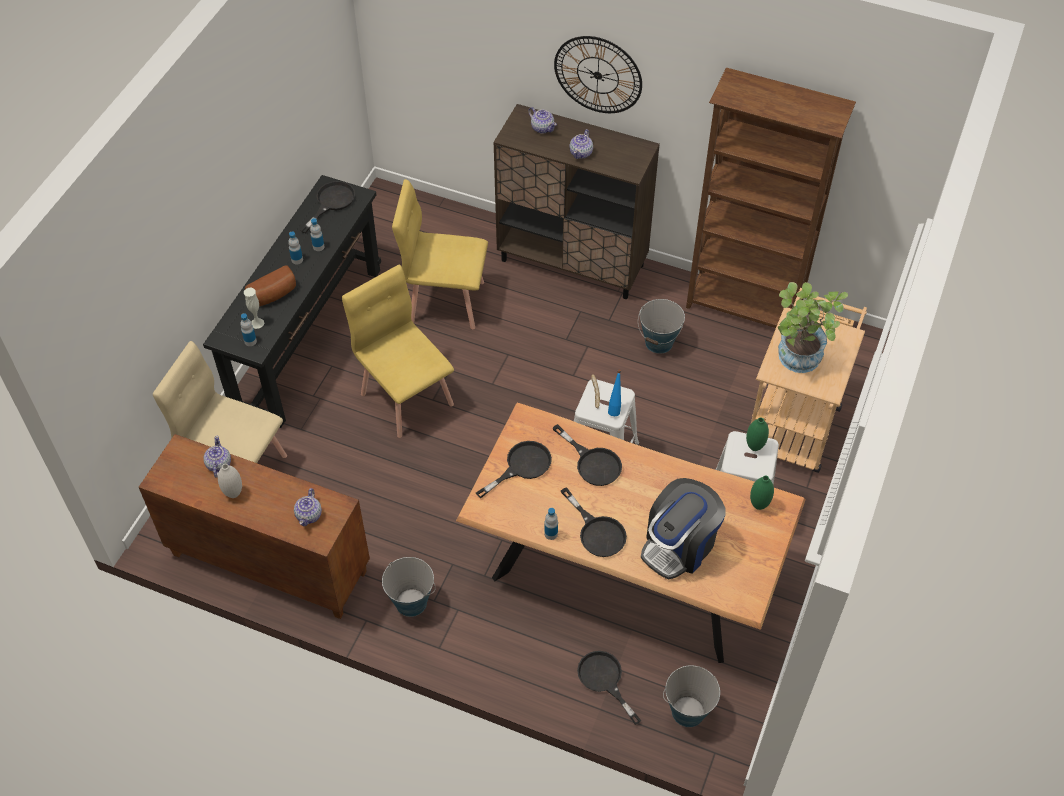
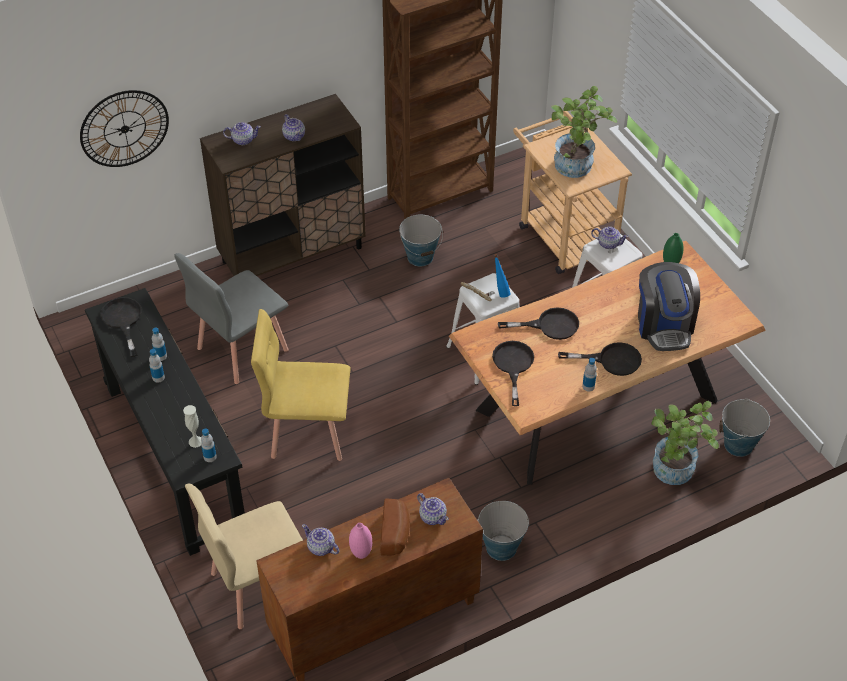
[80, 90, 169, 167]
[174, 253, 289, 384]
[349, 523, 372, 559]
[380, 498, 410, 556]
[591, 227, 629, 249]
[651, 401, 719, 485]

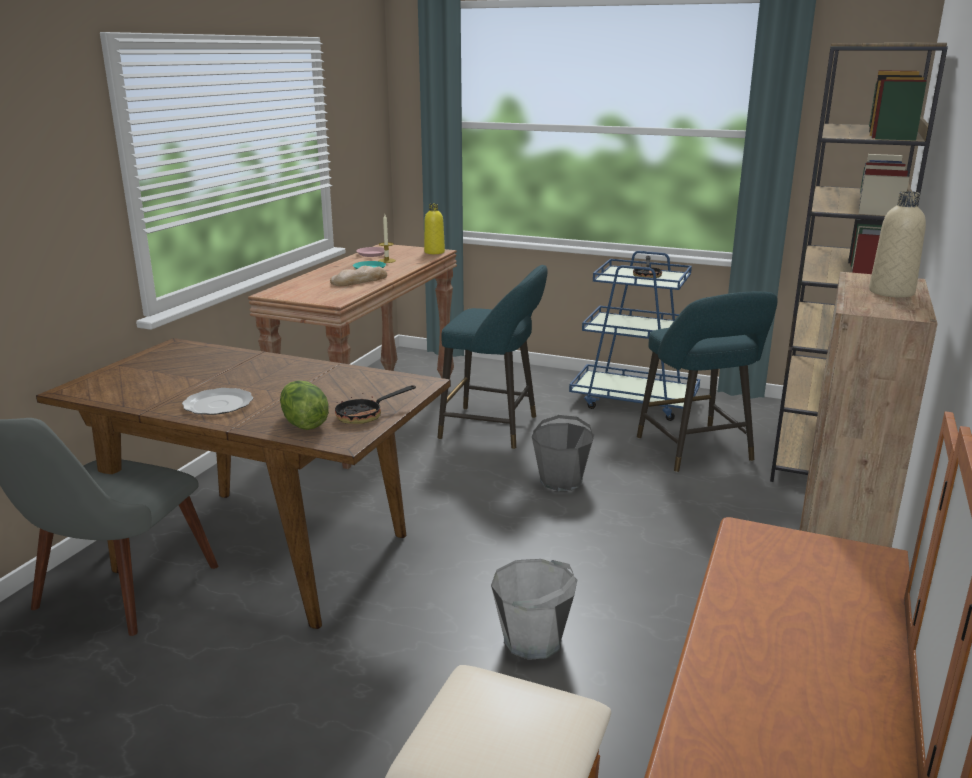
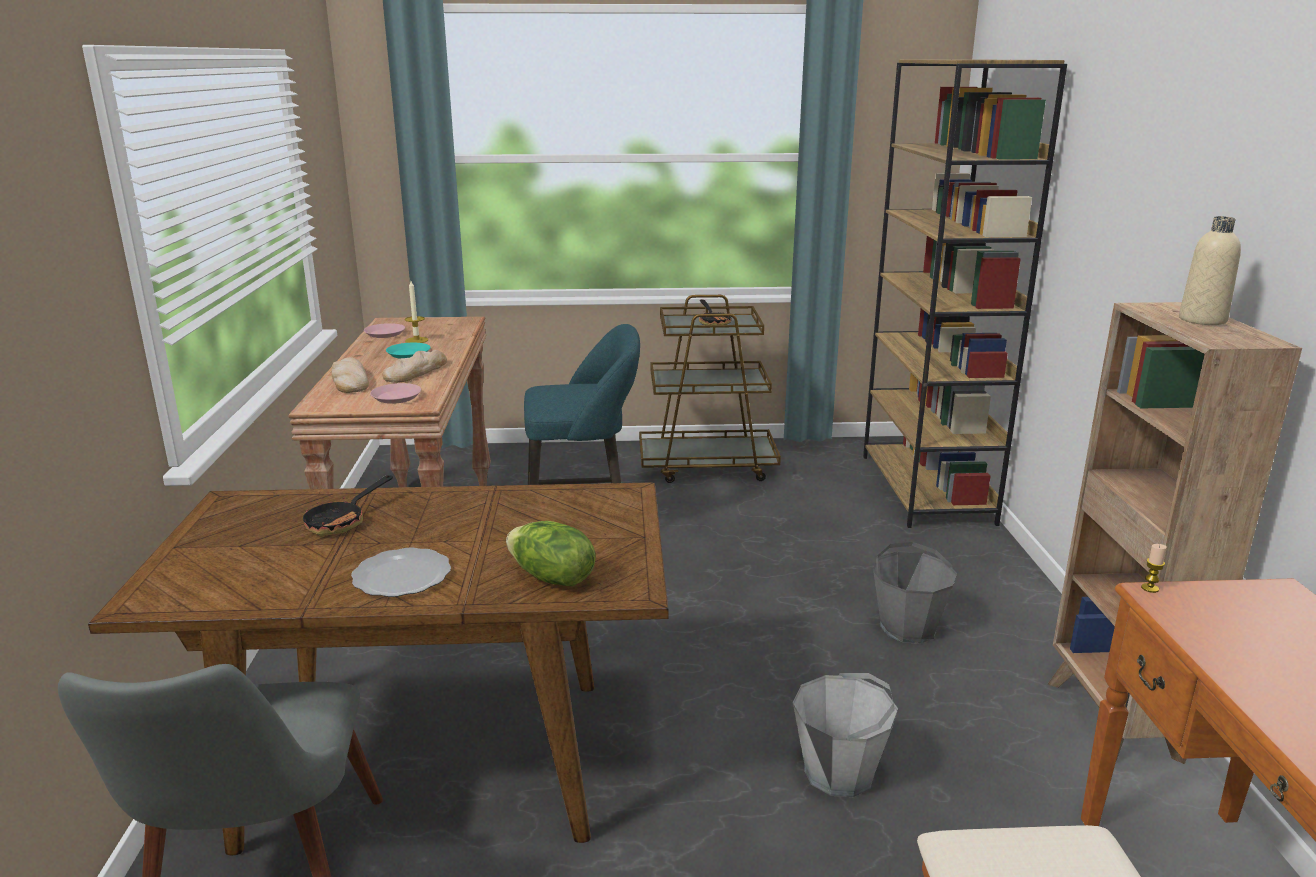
[302, 475, 393, 536]
[331, 357, 369, 393]
[370, 383, 421, 404]
[639, 295, 781, 483]
[873, 542, 957, 644]
[1141, 544, 1167, 593]
[424, 204, 445, 254] (first image)
[637, 292, 778, 472] (first image)

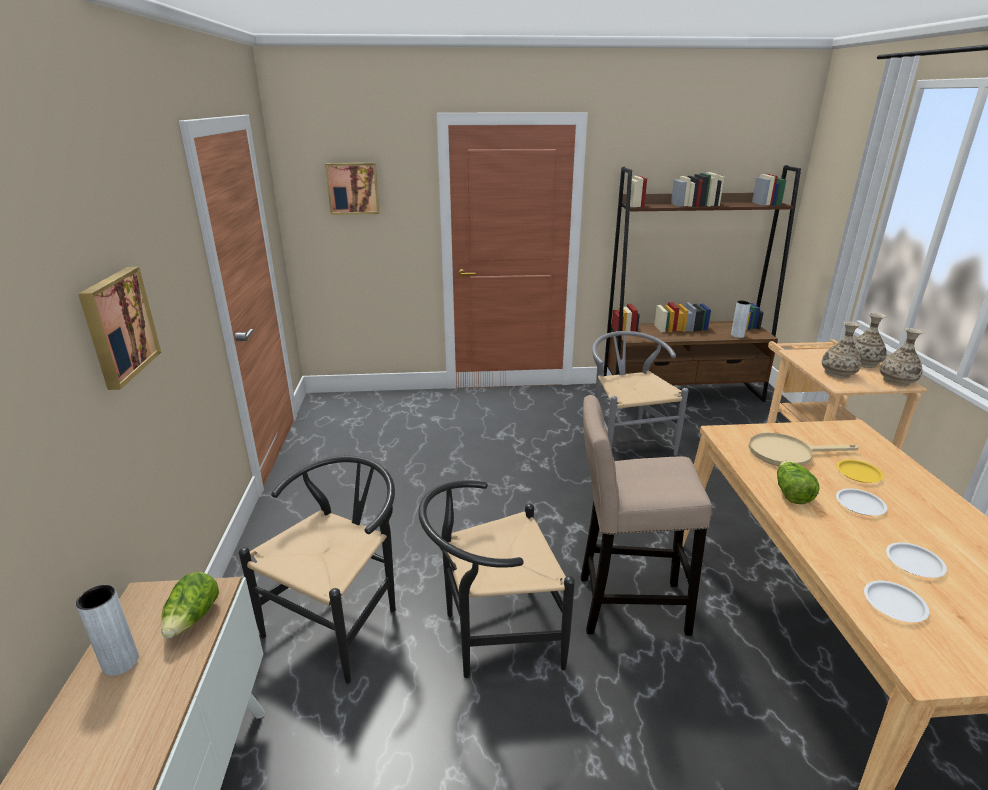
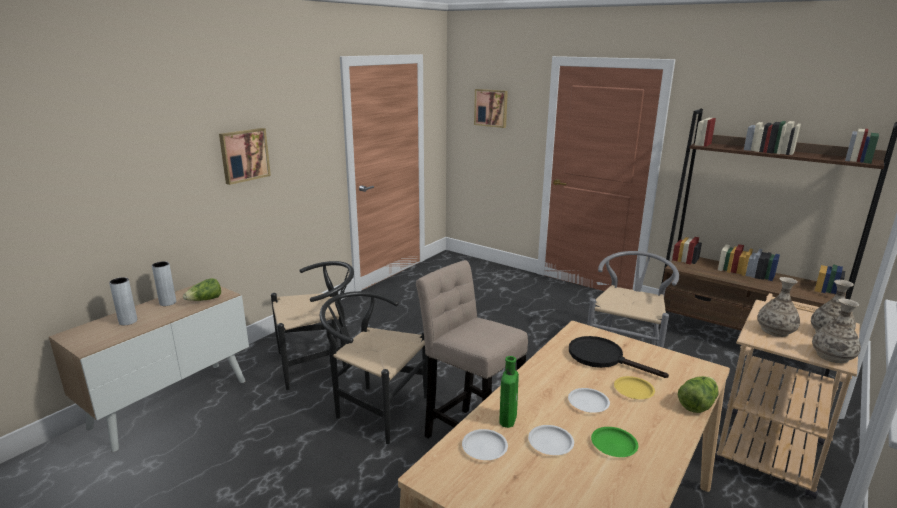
[109, 277, 137, 325]
[500, 356, 519, 428]
[569, 336, 669, 378]
[591, 427, 638, 457]
[678, 376, 718, 413]

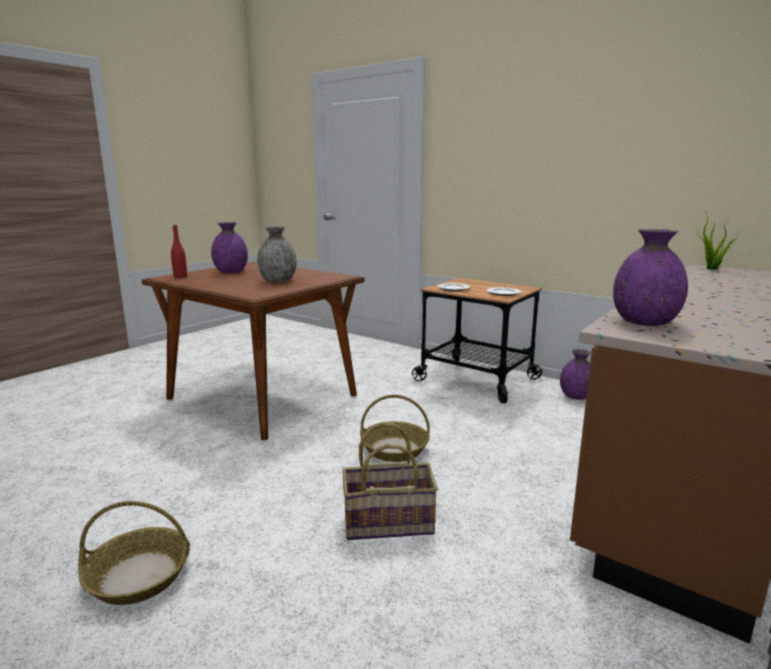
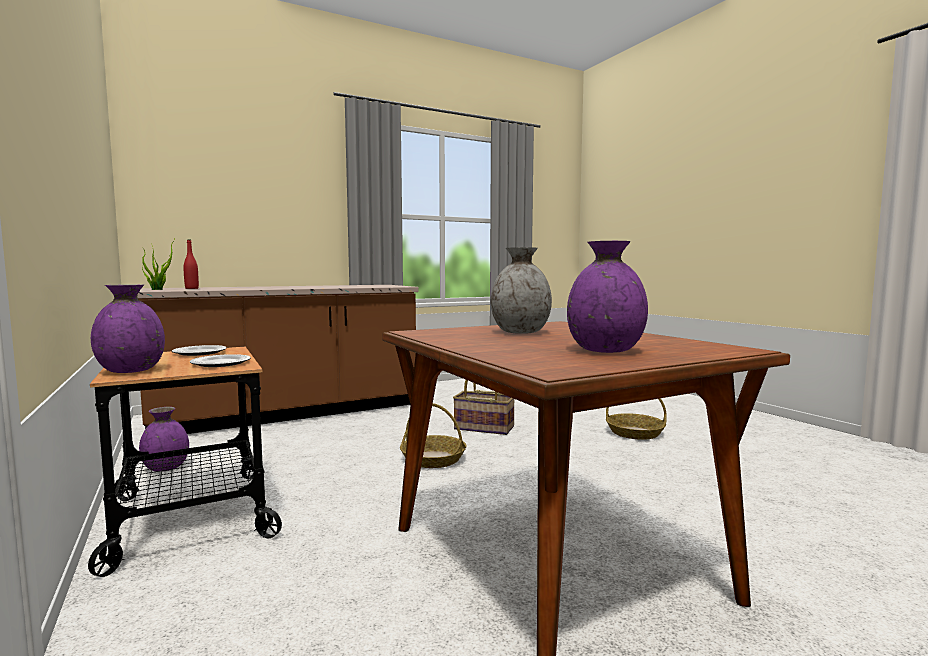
[91, 284, 165, 373]
[183, 239, 199, 289]

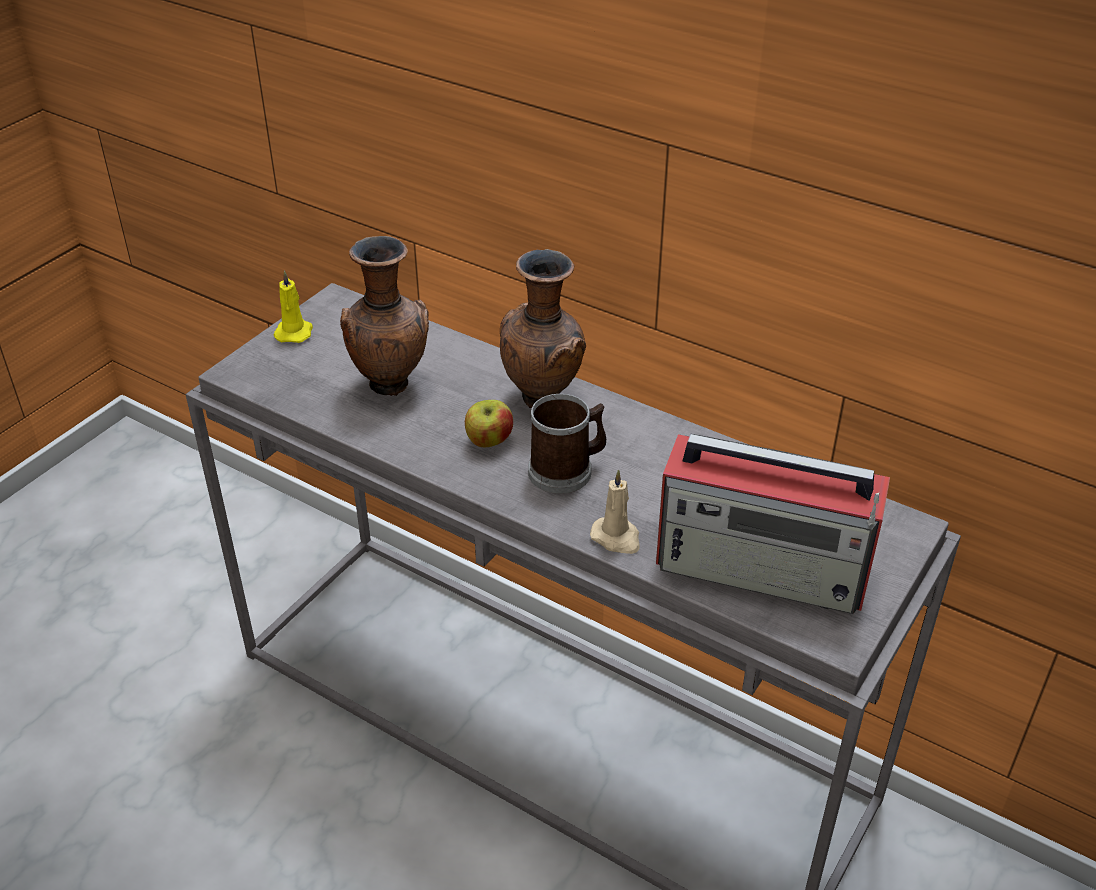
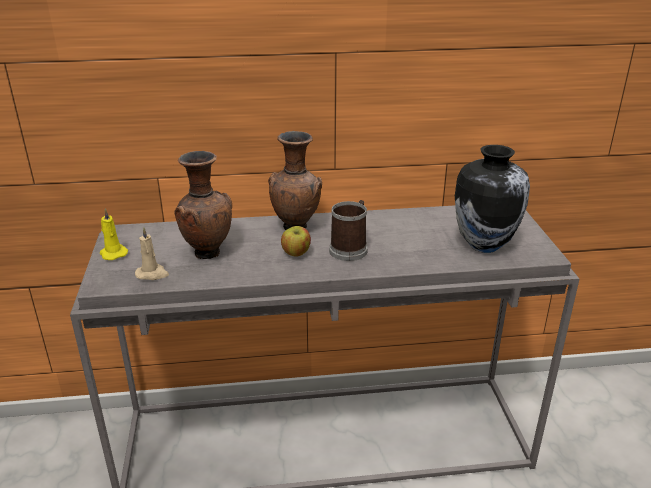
[135, 227, 169, 280]
[455, 145, 530, 253]

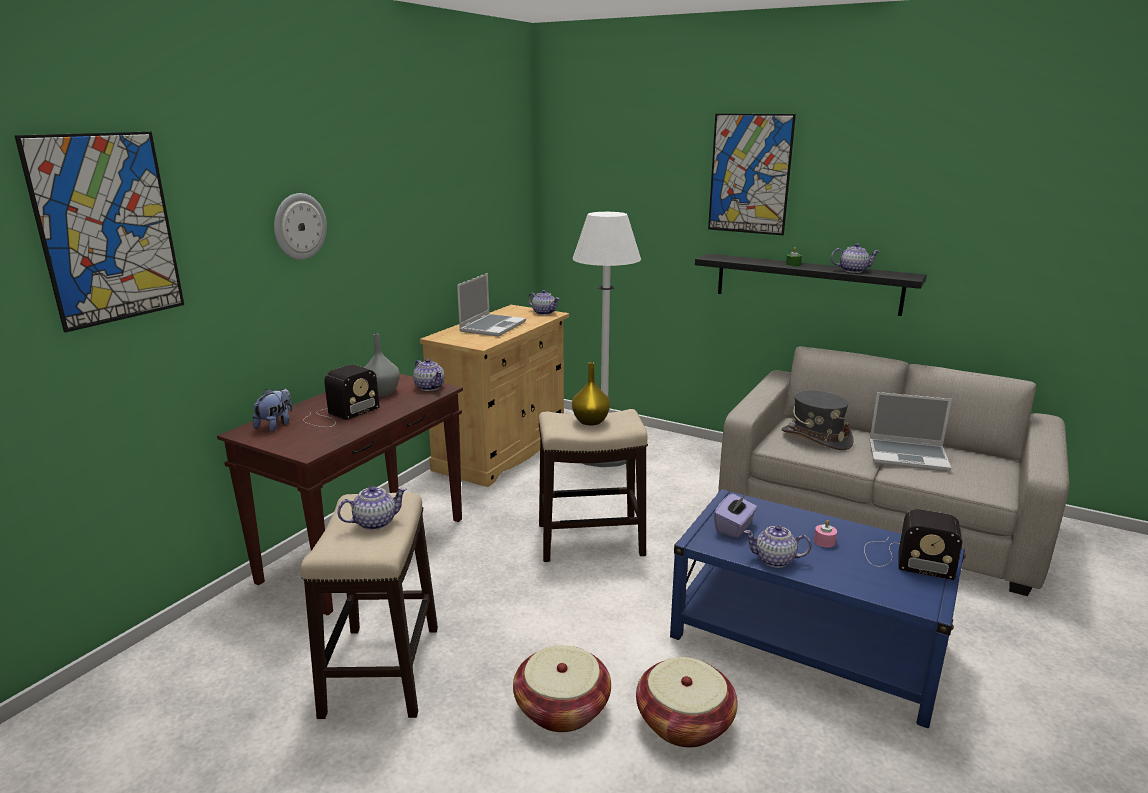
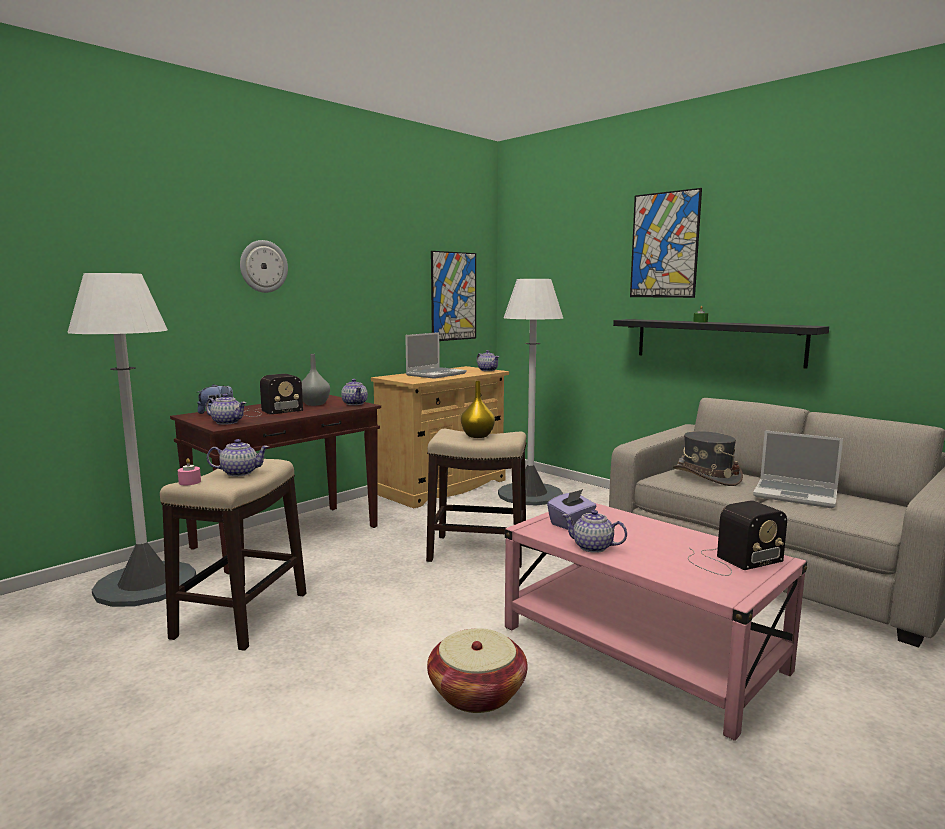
[67, 273, 196, 607]
[178, 458, 201, 485]
[205, 394, 246, 425]
[431, 251, 476, 341]
[505, 503, 807, 741]
[688, 501, 787, 576]
[513, 645, 611, 732] (first image)

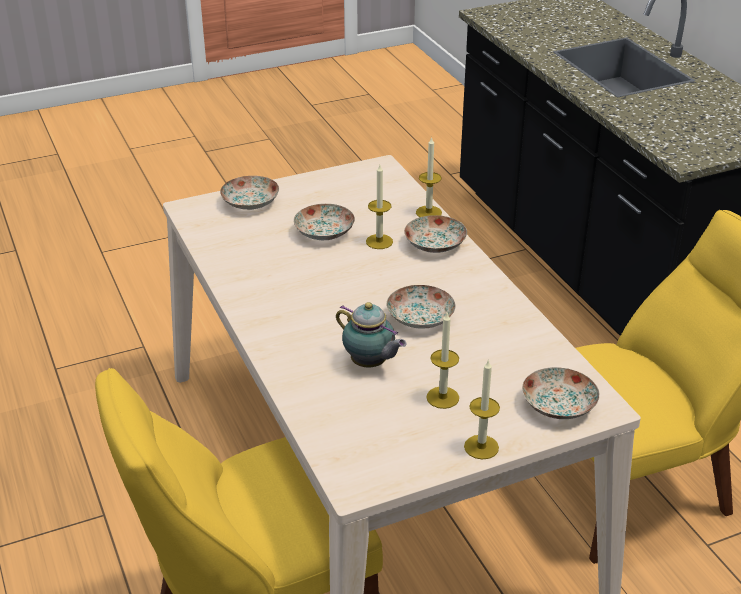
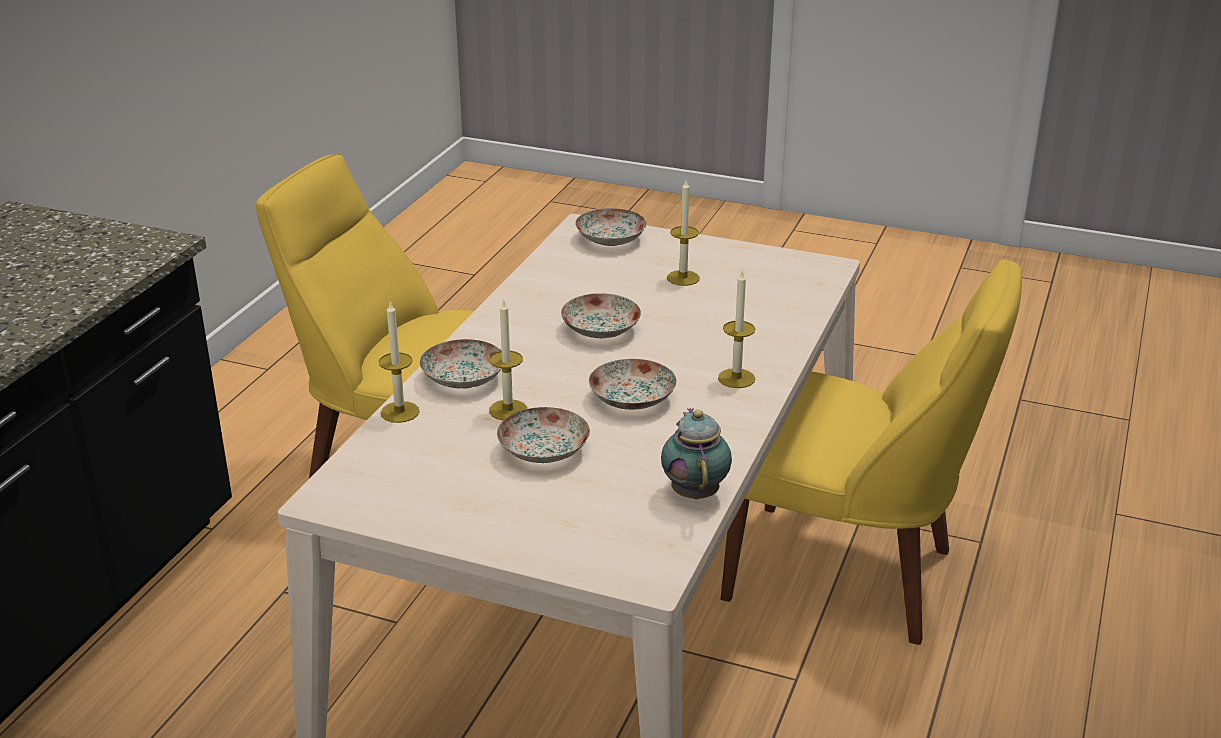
[589, 359, 677, 410]
[661, 408, 732, 499]
[718, 272, 755, 388]

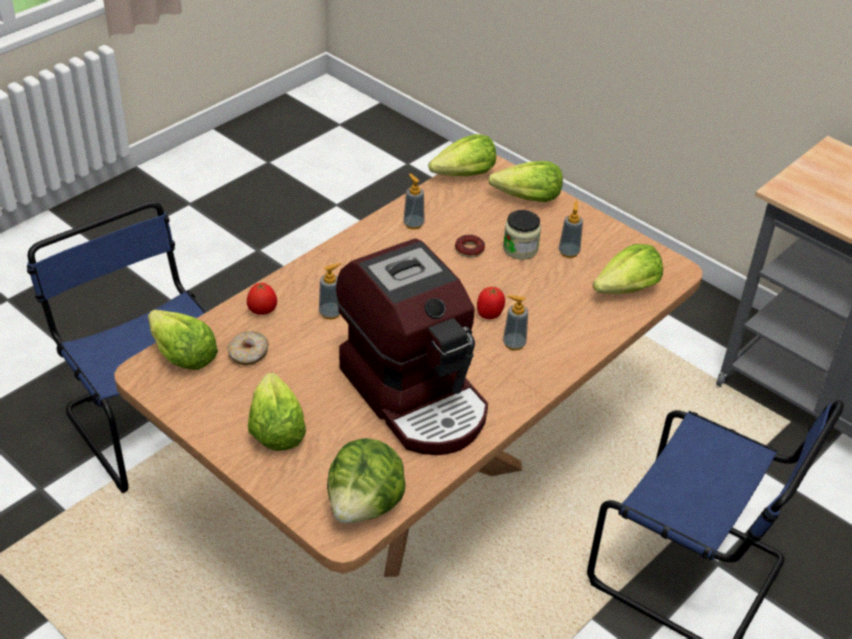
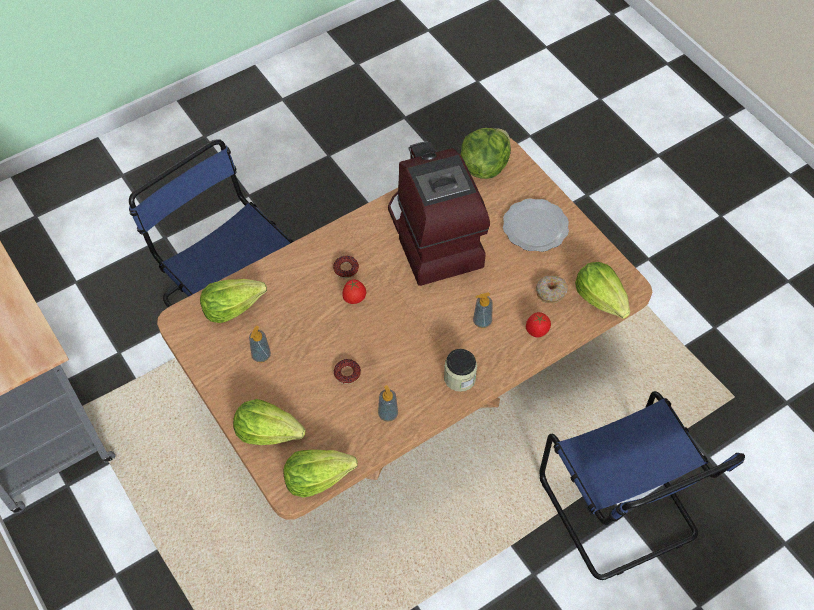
[333, 256, 359, 278]
[444, 349, 477, 392]
[503, 198, 569, 252]

